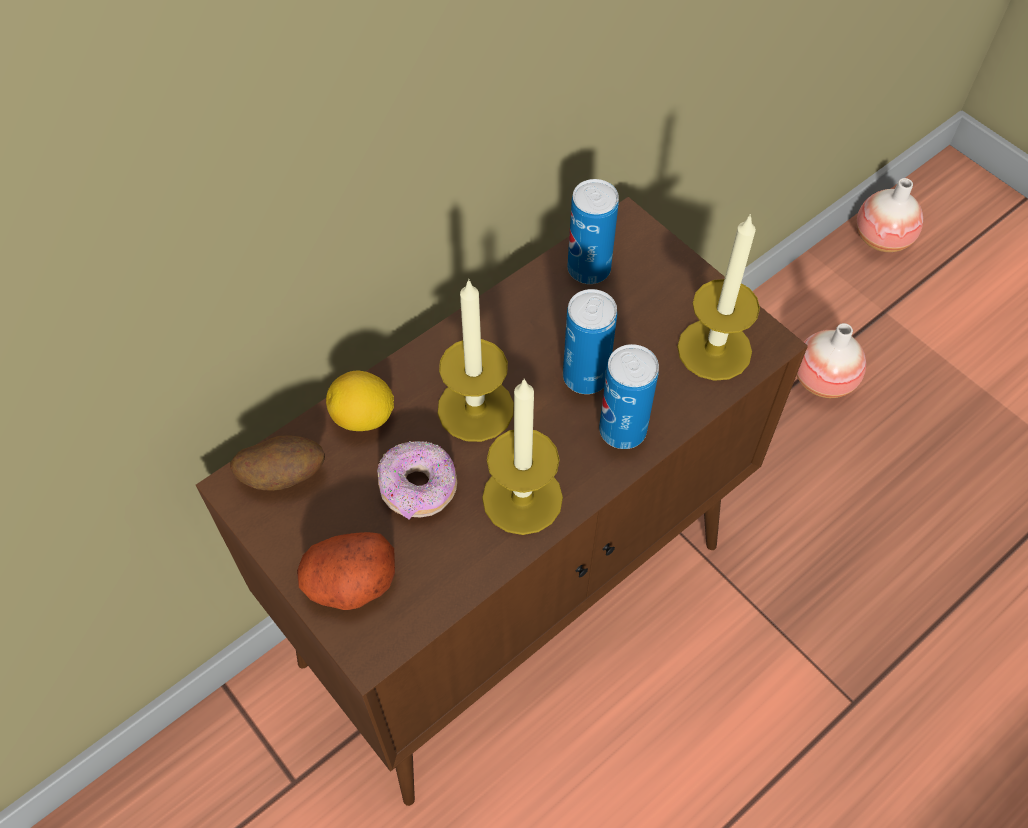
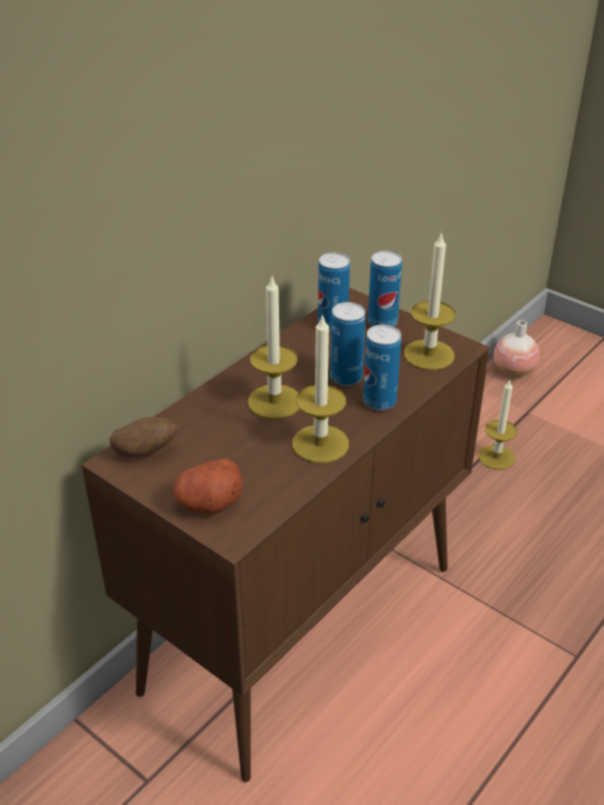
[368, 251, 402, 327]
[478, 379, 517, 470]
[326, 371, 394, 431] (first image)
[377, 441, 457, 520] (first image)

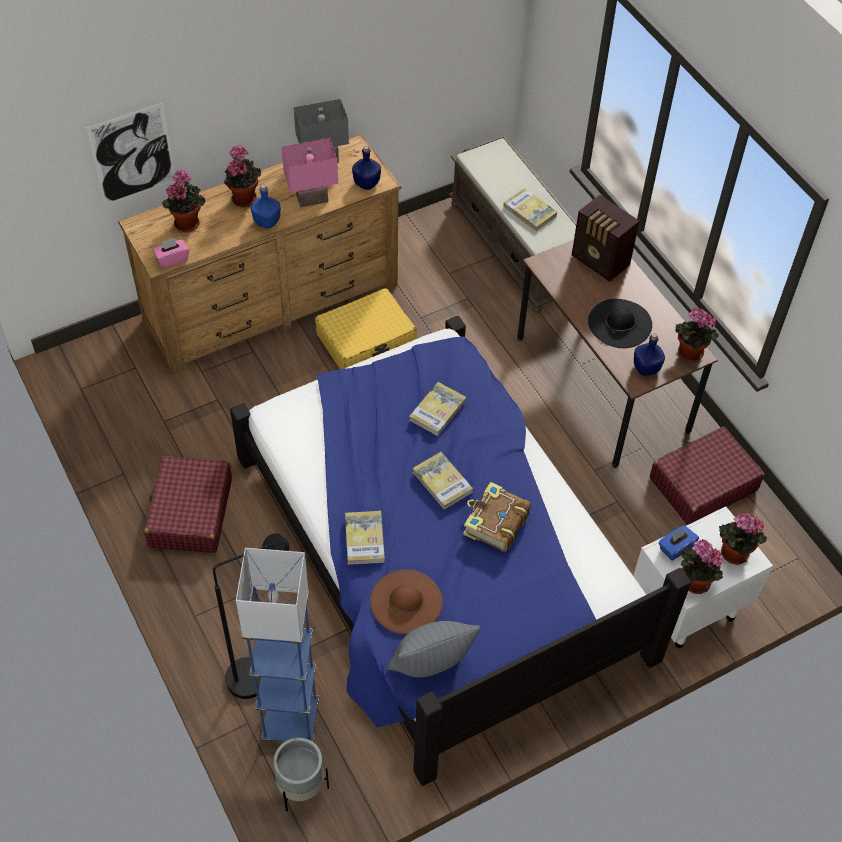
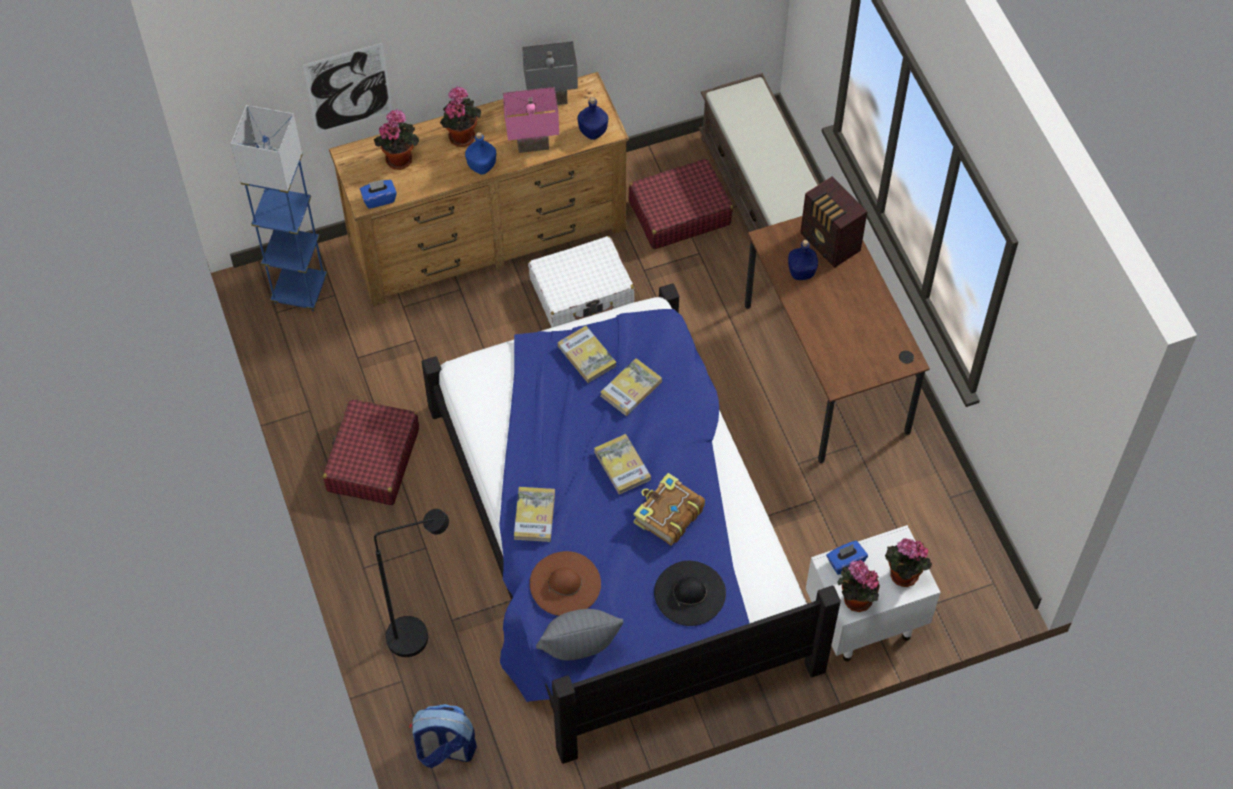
[231, 105, 327, 311]
[360, 180, 397, 209]
[409, 704, 477, 768]
[528, 236, 634, 328]
[558, 326, 617, 383]
[628, 158, 733, 249]
[654, 561, 726, 626]
[788, 240, 818, 280]
[675, 308, 719, 362] (first image)

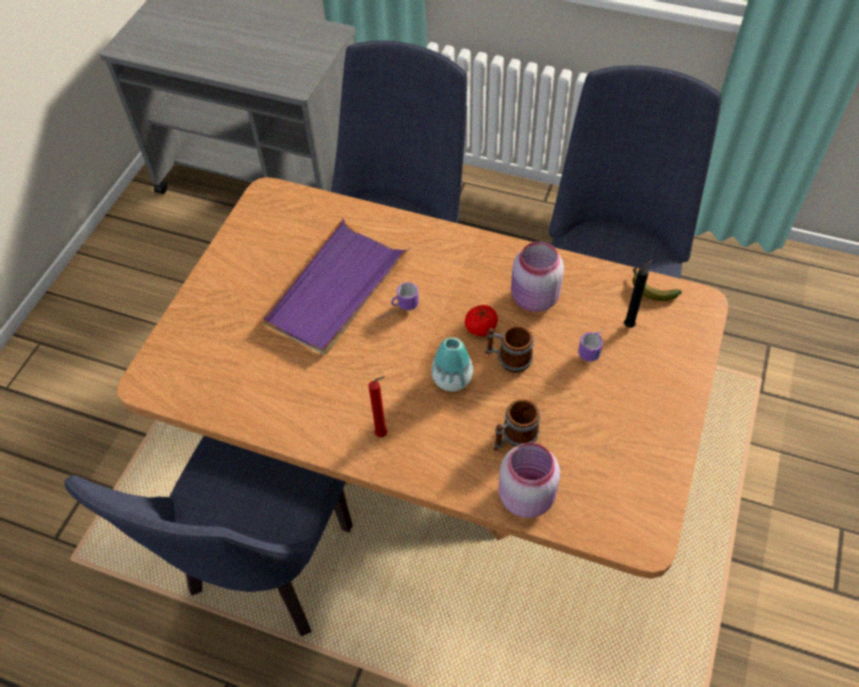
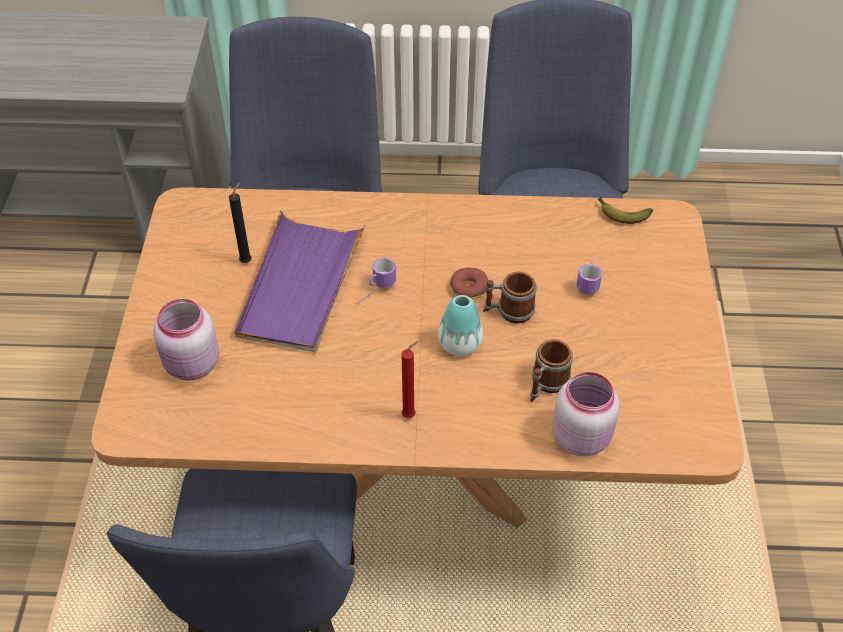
[153, 299, 219, 381]
[229, 183, 251, 263]
[450, 268, 488, 299]

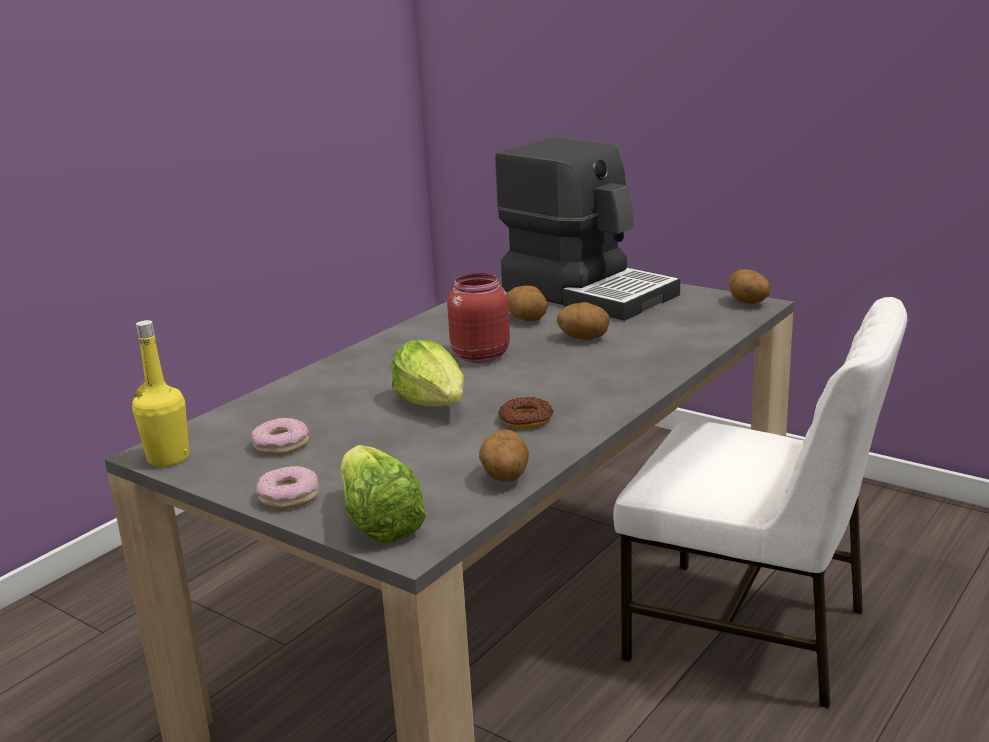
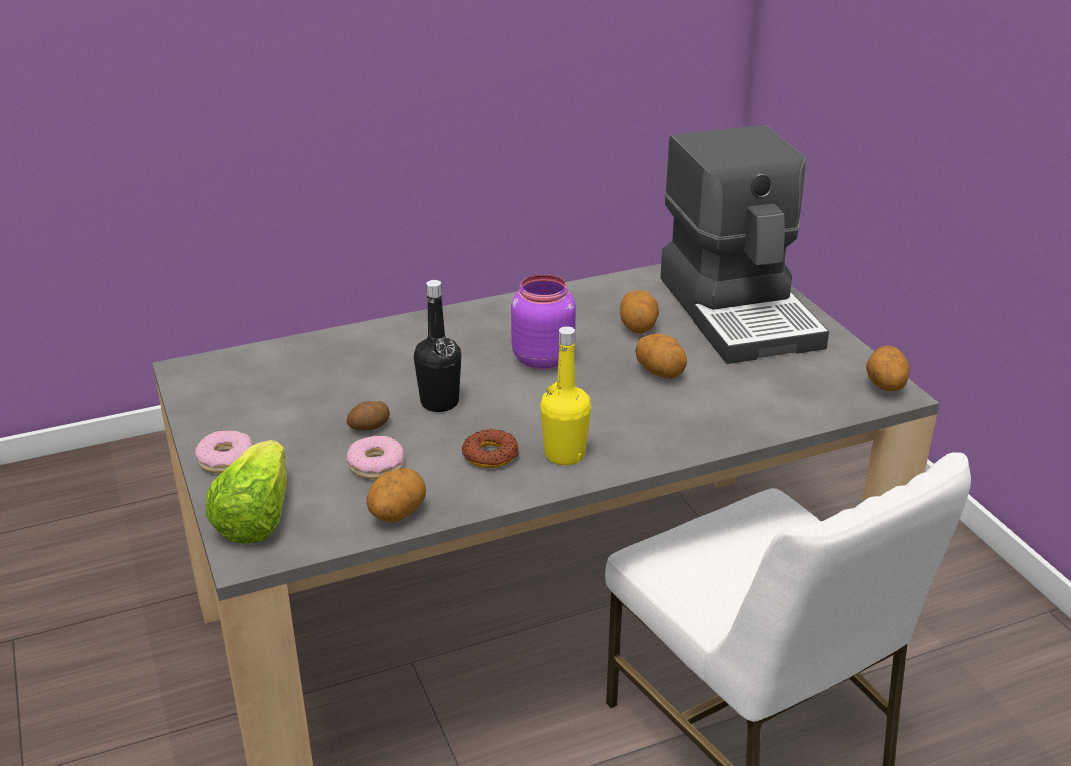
[346, 436, 404, 479]
[347, 401, 390, 431]
[414, 280, 461, 412]
[511, 274, 576, 370]
[540, 326, 591, 465]

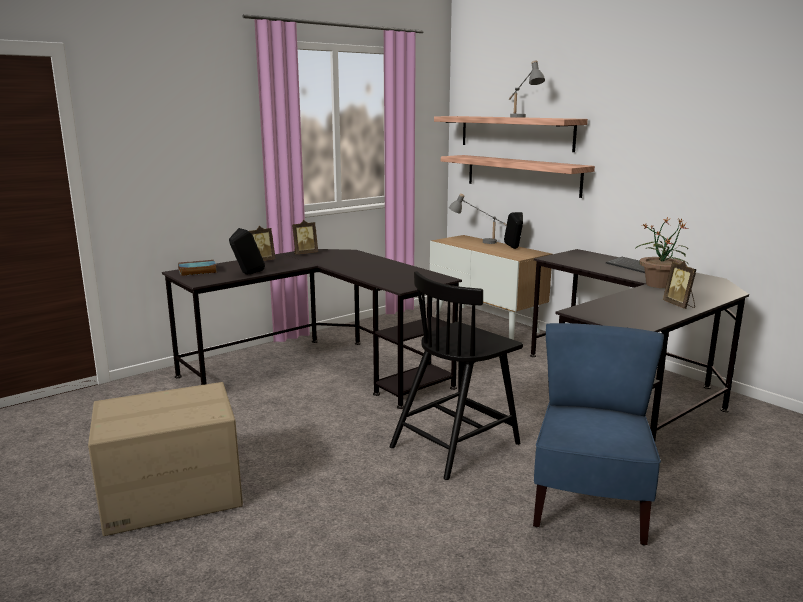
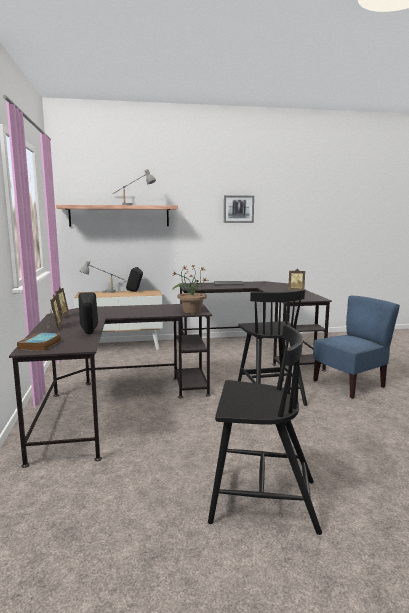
[173, 265, 210, 314]
[208, 325, 322, 535]
[224, 195, 254, 223]
[313, 296, 400, 399]
[441, 155, 595, 198] (first image)

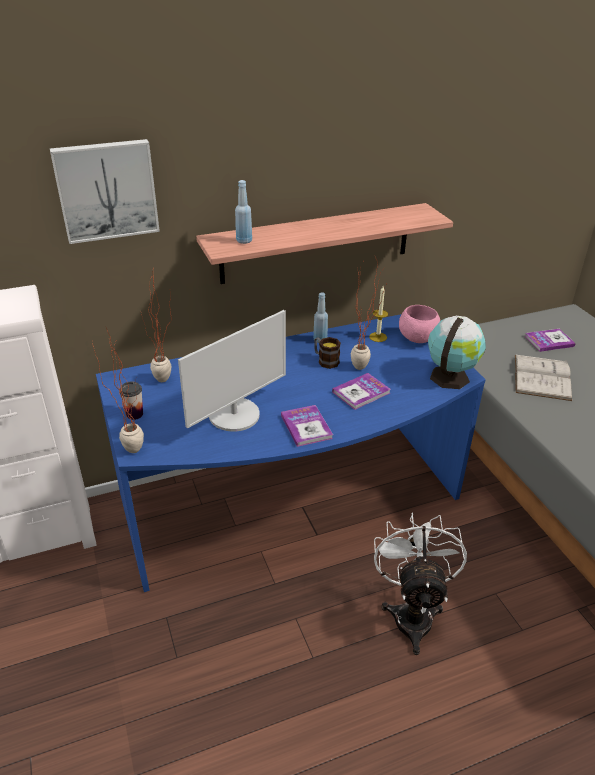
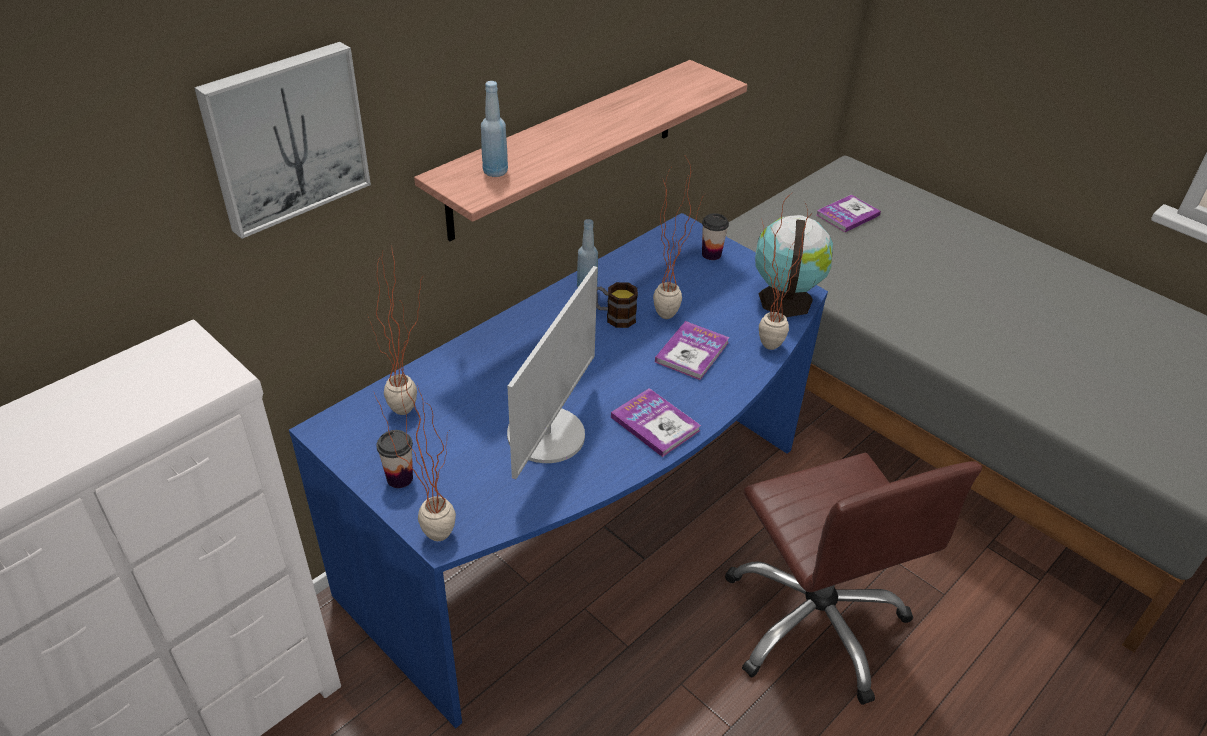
[702, 213, 729, 260]
[725, 453, 982, 705]
[759, 193, 809, 350]
[369, 286, 388, 342] (first image)
[515, 355, 572, 401] (first image)

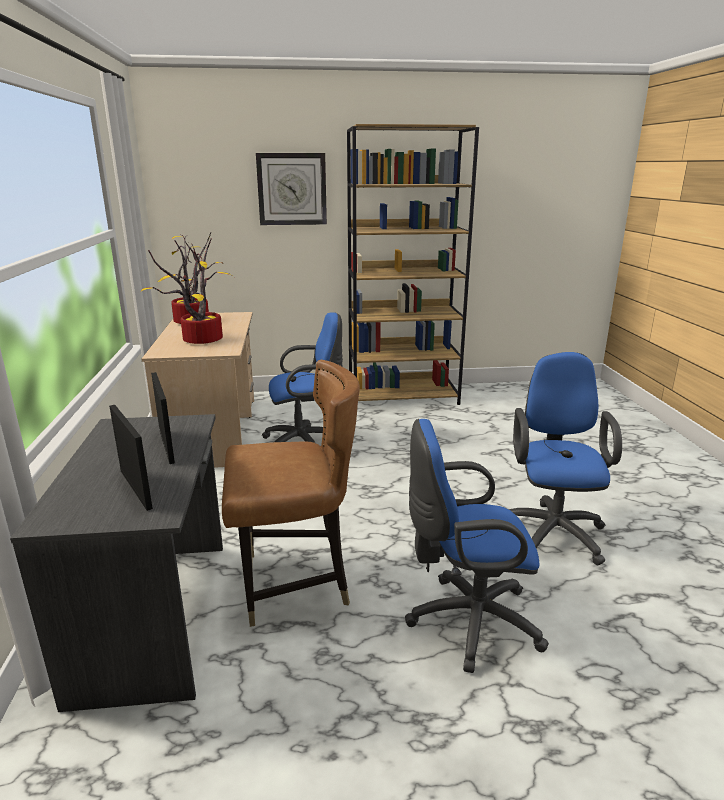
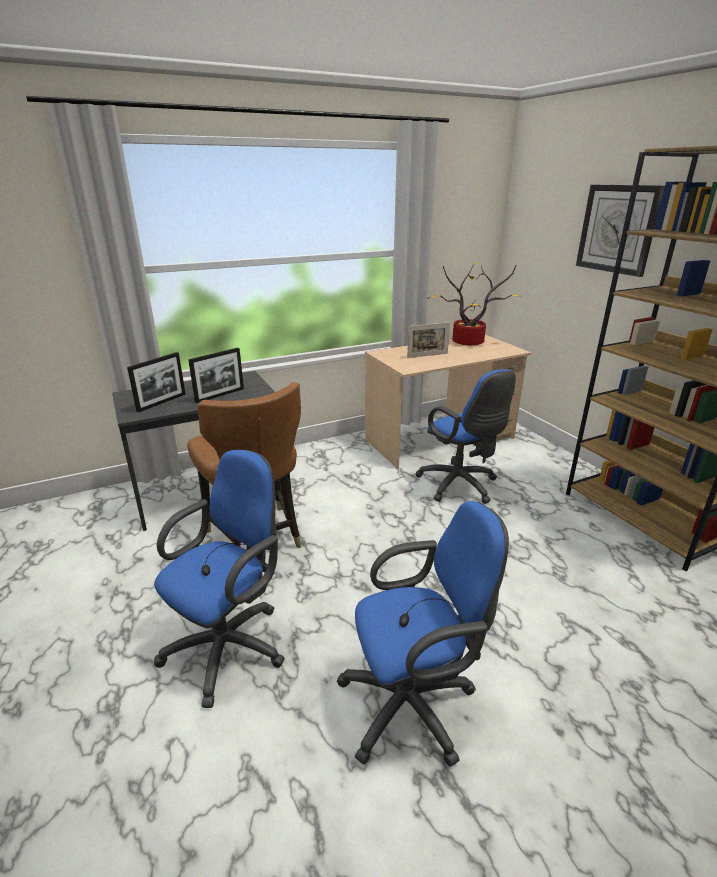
[154, 450, 285, 708]
[407, 322, 450, 358]

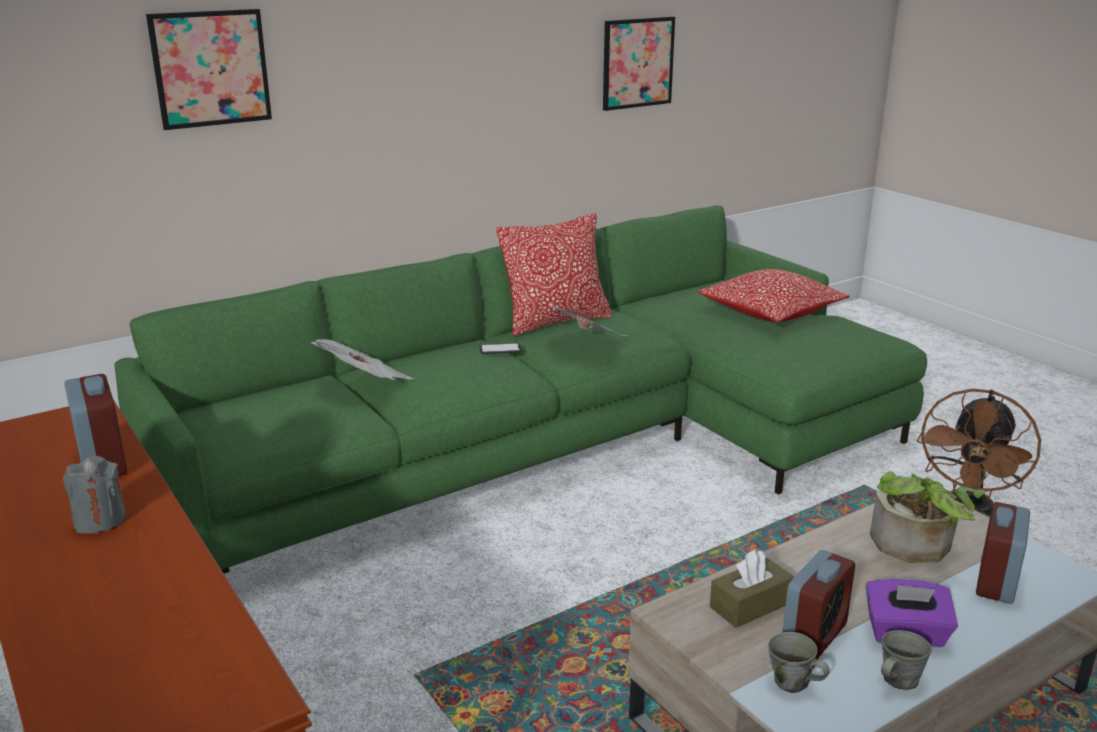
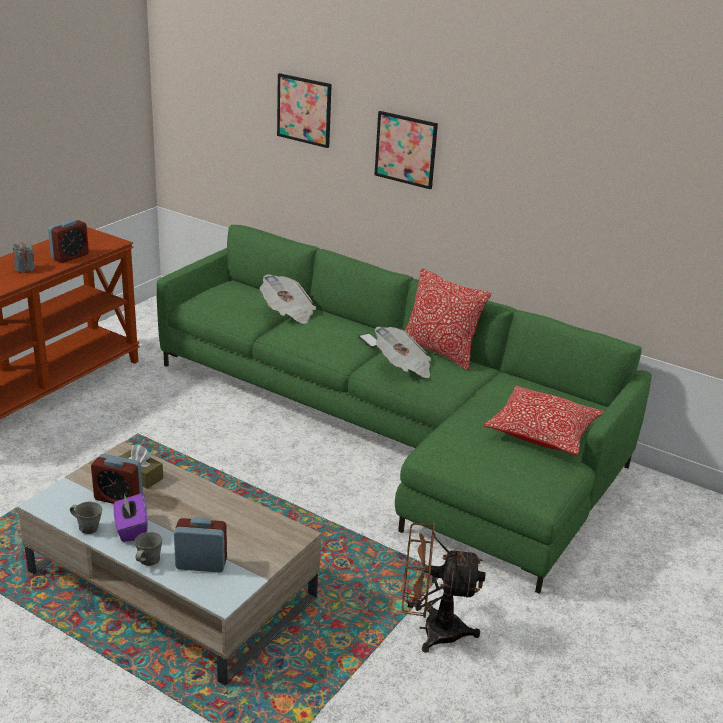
[135, 532, 162, 566]
[374, 111, 438, 189]
[870, 471, 985, 563] (first image)

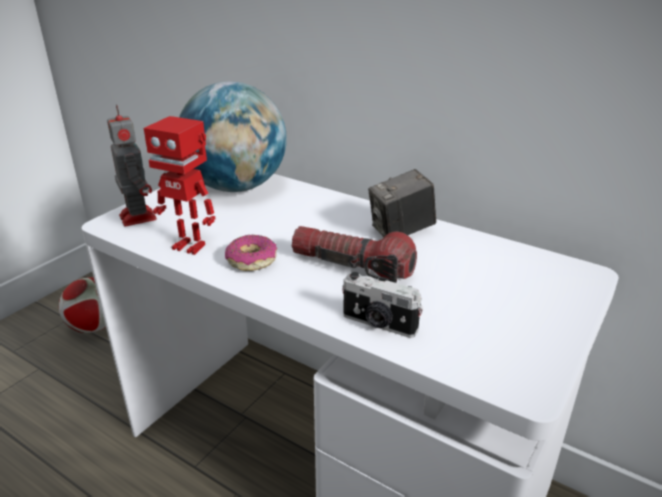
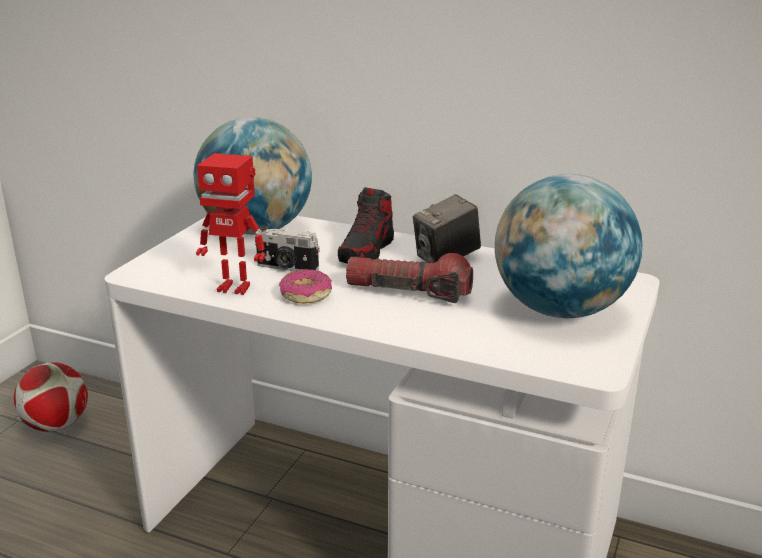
[255, 225, 320, 271]
[338, 187, 394, 264]
[495, 174, 642, 319]
[107, 104, 157, 226] (first image)

